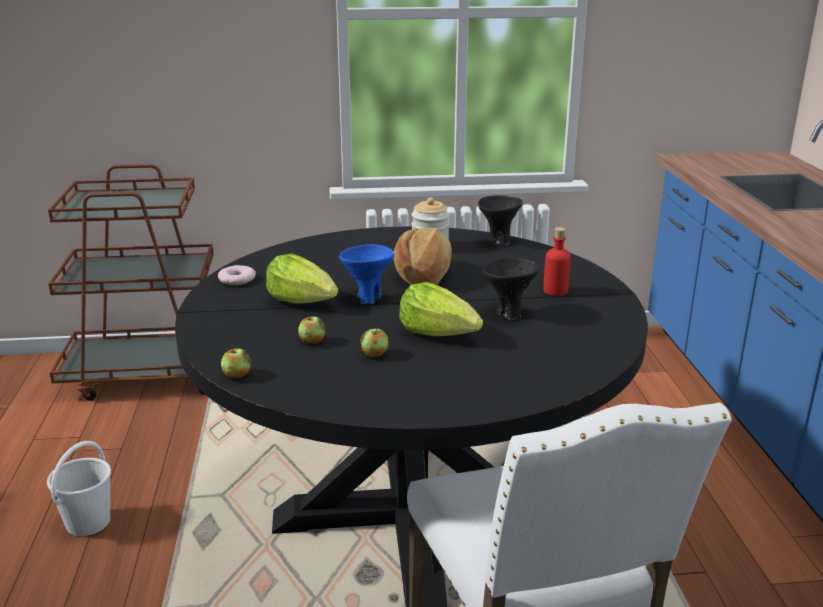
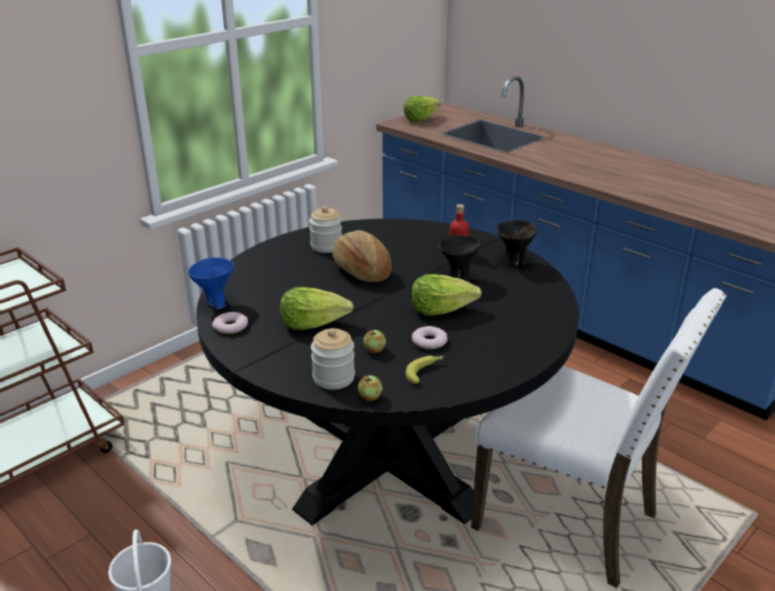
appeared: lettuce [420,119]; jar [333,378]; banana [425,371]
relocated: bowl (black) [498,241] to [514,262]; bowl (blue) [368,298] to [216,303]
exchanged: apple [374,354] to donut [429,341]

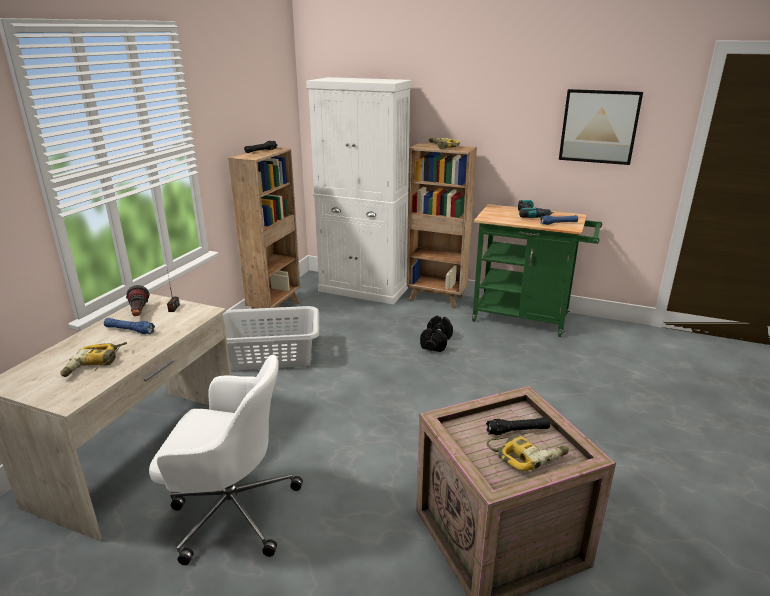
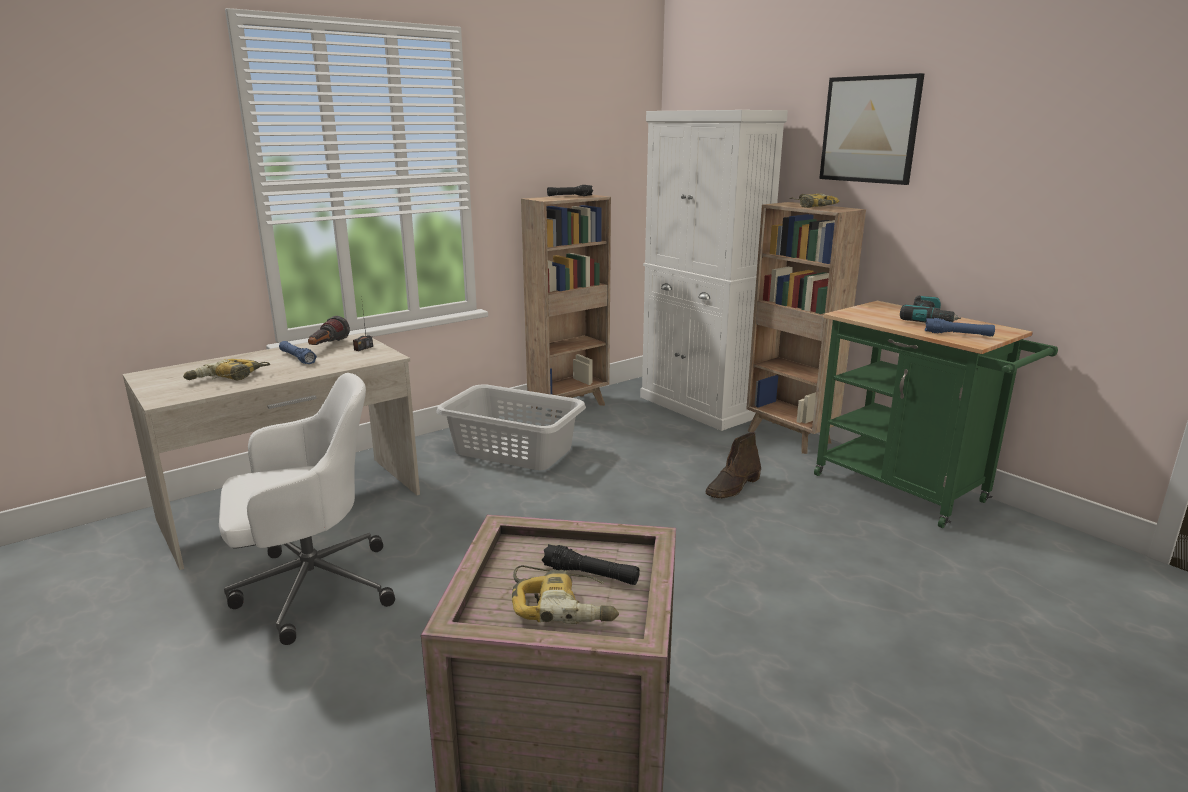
relocated: picture [599,126] to [869,129]
exchanged: dumbbell (black) [436,343] to boot (brown) [733,487]
spun: office chair (white) [231,510] = [310,588] 60 degrees counterclockwise

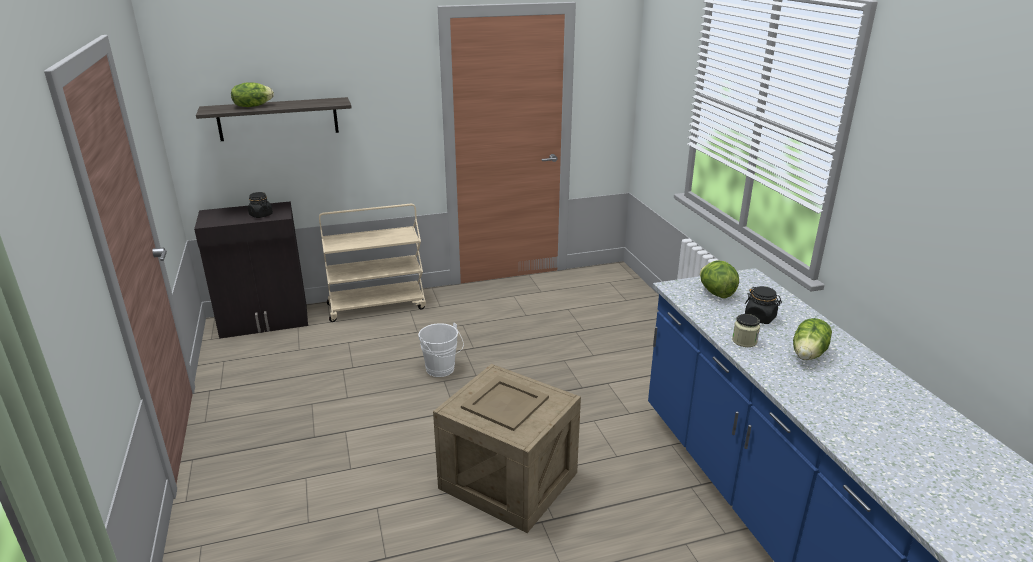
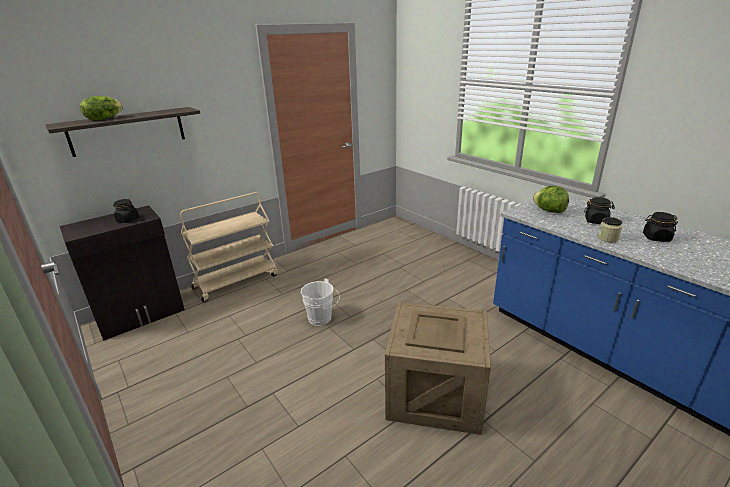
exchanged: lettuce [809,354] to jar (black) [656,238]

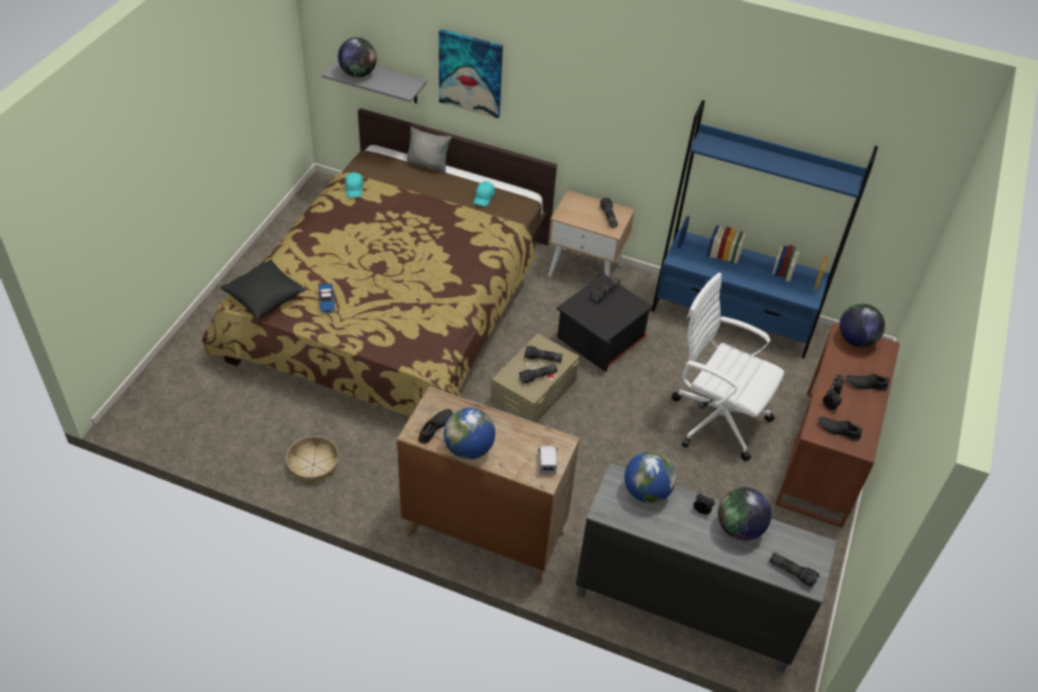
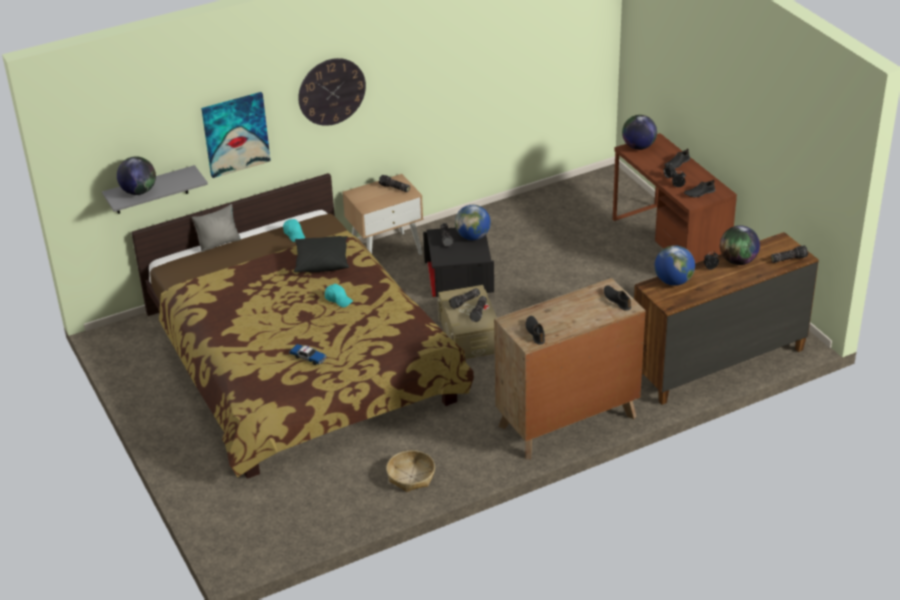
missing: bookcase (blue) [733,318]; office chair (white) [716,418]
appeared: wall clock [331,91]
relocated: cap (turquoise) [354,189] to [338,299]; pillow (black) [265,297] to [321,262]; globe [469,449] to [473,237]
exchanged: toy truck [547,462] to shoe (black) [617,300]
colour: dresser (grey) [685,606] to dresser (brown) [717,362]

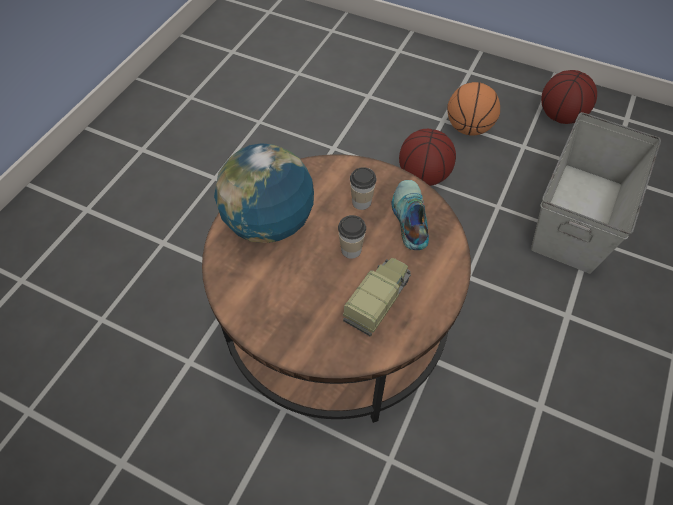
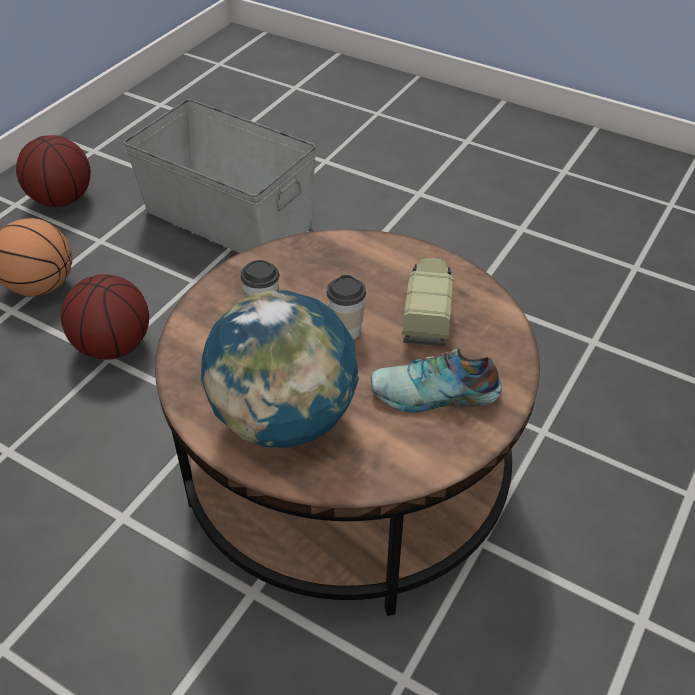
relocated: shoe [409,218] to [435,394]
spun: toy truck [378,300] = [427,312] 60 degrees clockwise

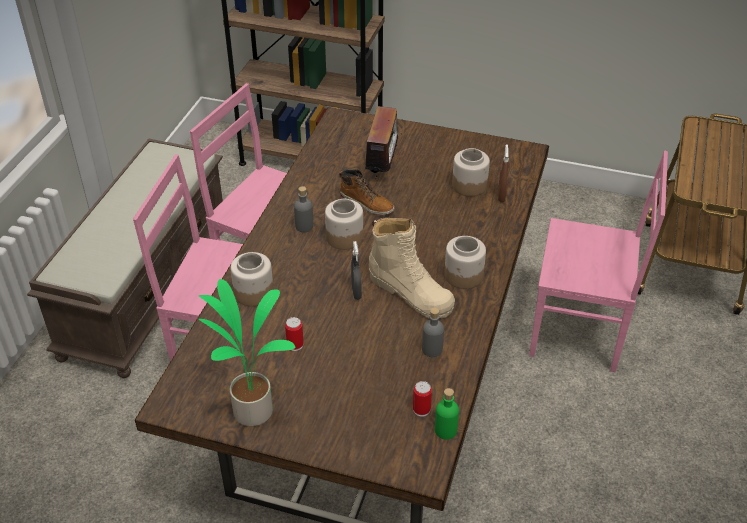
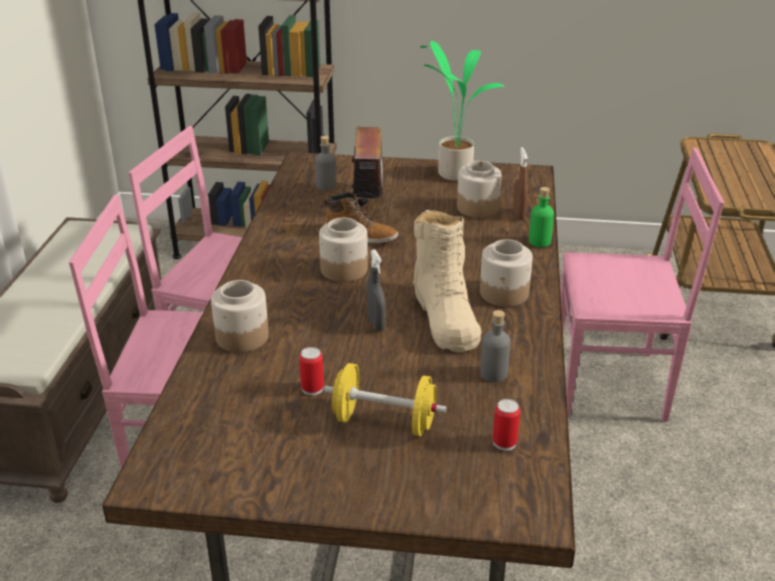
appeared: dumbbell (yellow) [384,421]
relocated: bottle (grey) [304,226] to [326,186]; potted plant [253,409] to [454,173]; bottle (green) [445,430] to [539,242]
spun: boot (beige) [410,292] = [445,317] 45 degrees clockwise

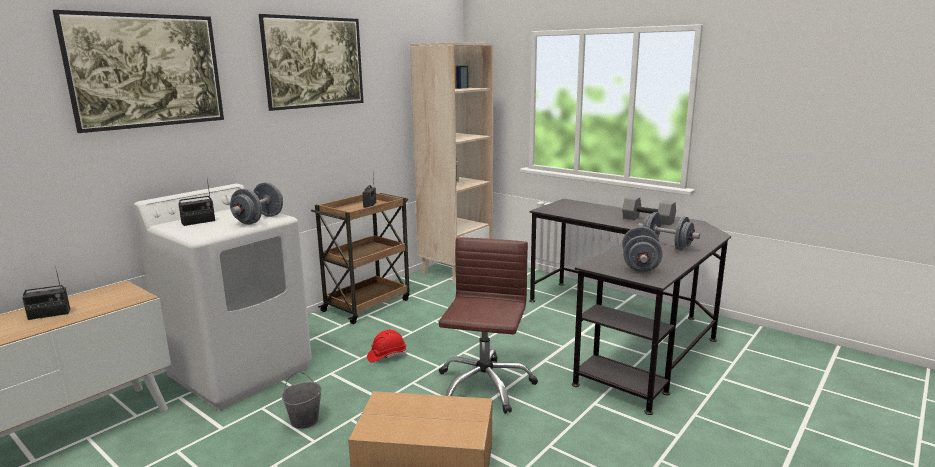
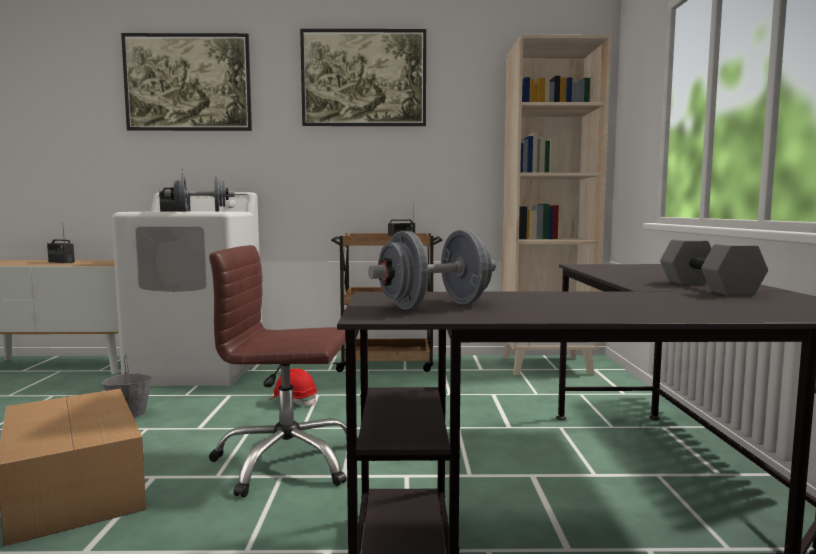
missing: dumbbell (grey) [666,246]
spun: office chair (brown) [484,385] = [286,462] 150 degrees counterclockwise

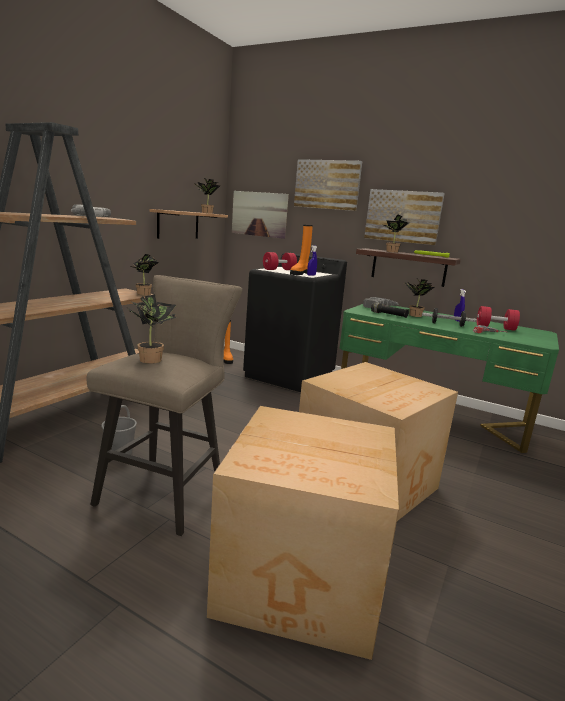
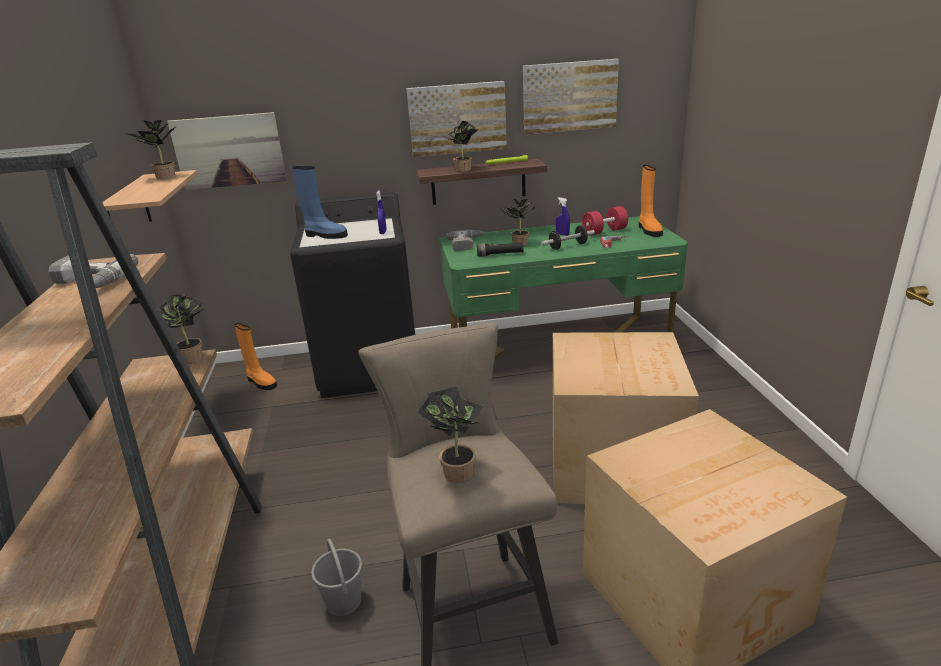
relocated: picture [327,184] to [569,96]; boot (orange) [300,273] to [648,230]
exchanged: dumbbell (red) [279,270] to boot (blue) [325,235]

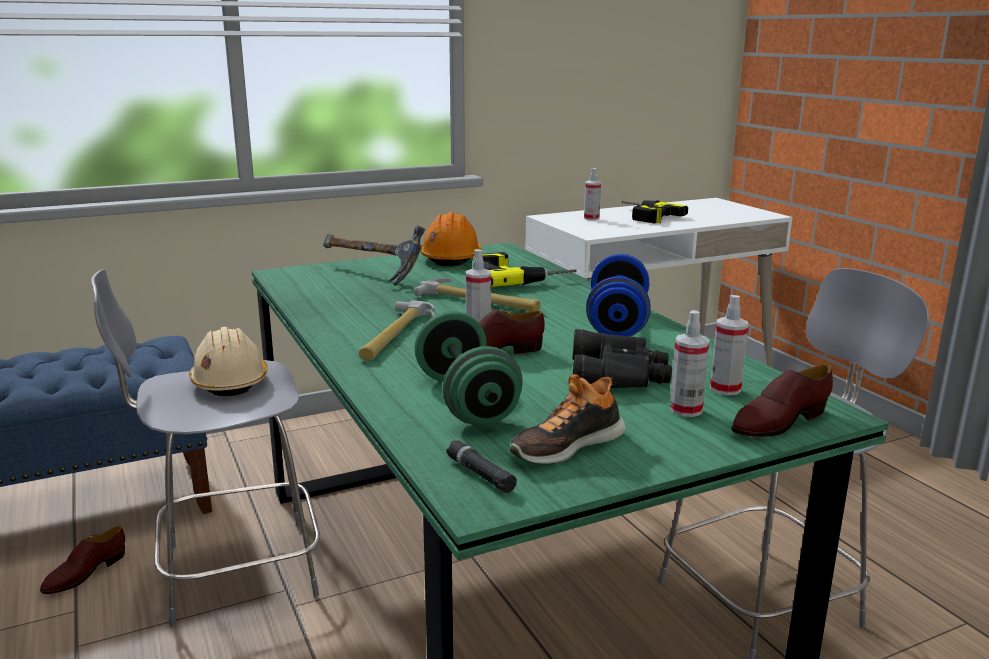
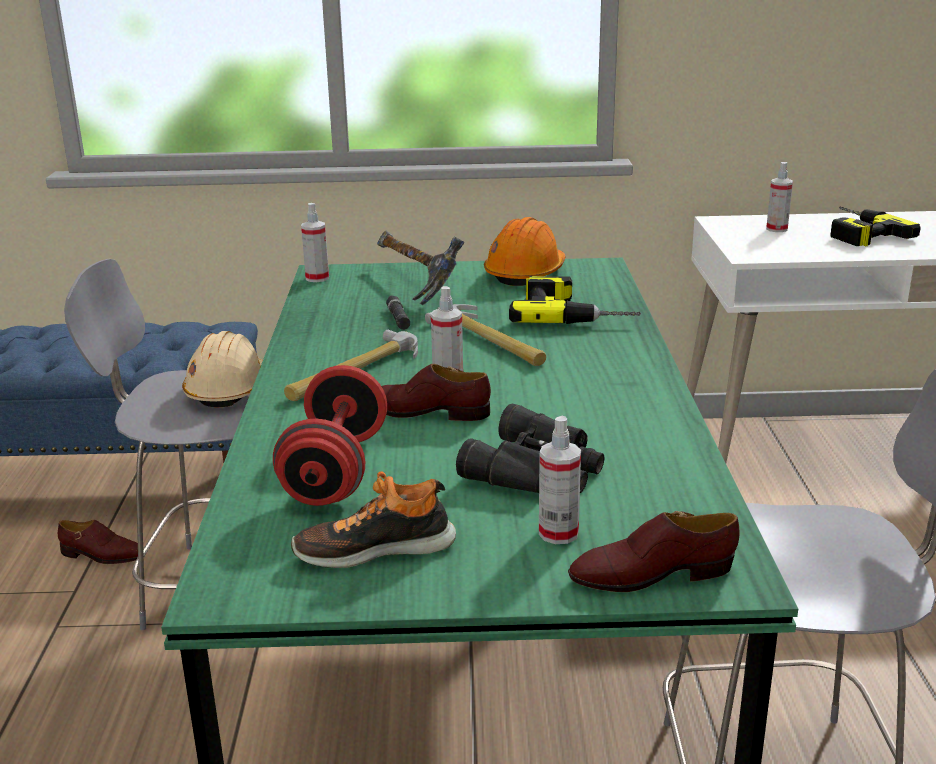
missing: dumbbell (blue) [617,323]
relocated: spray bottle [725,389] to [317,278]; flashlight (black) [480,474] to [398,318]
colour: dumbbell (green) [466,400] to dumbbell (red) [336,470]
spun: shoe (brown) [85,573] = [102,555] 135 degrees counterclockwise

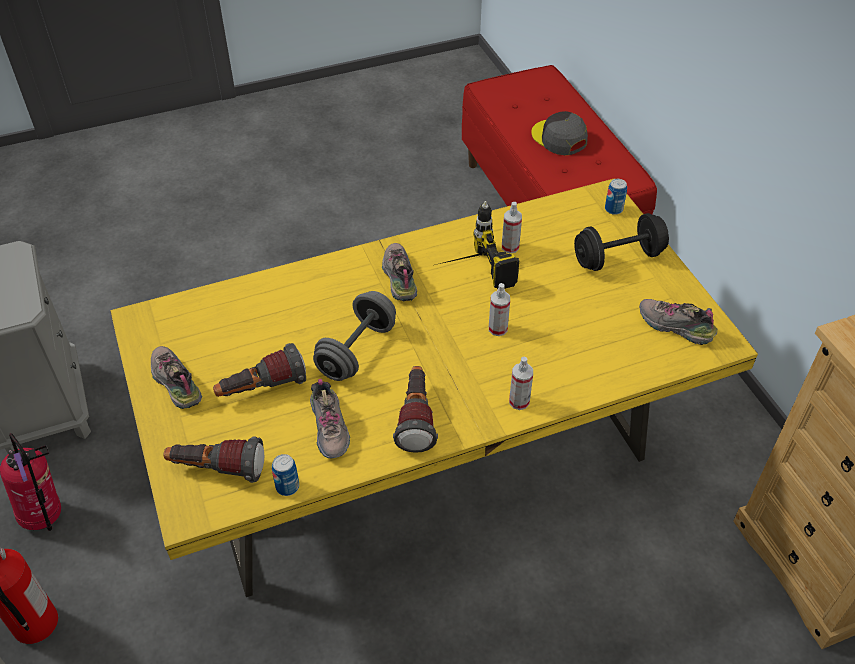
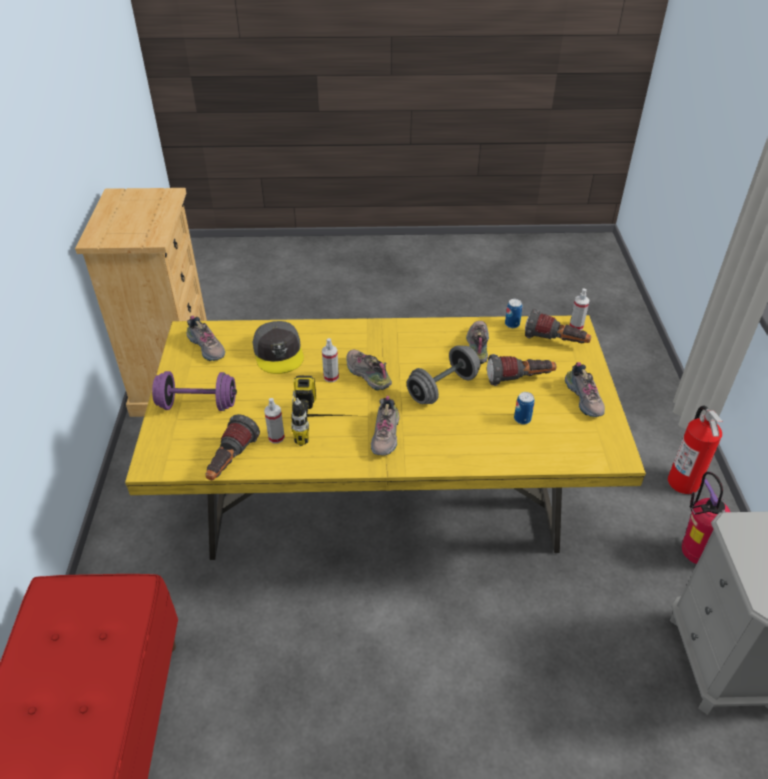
appeared: shoe [366,375]
relocated: cap (grey) [559,138] to [279,353]; can [613,209] to [522,419]; spray bottle [519,401] to [576,326]; flashlight [416,418] to [231,462]
colour: dumbbell (black) [618,258] to dumbbell (purple) [197,404]

